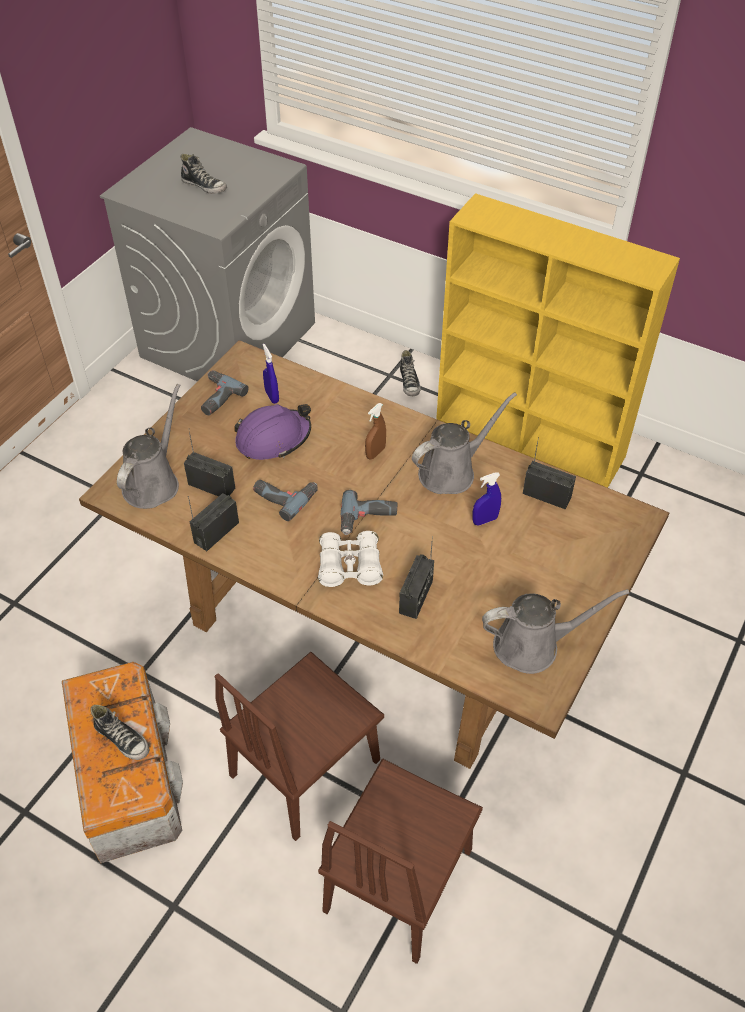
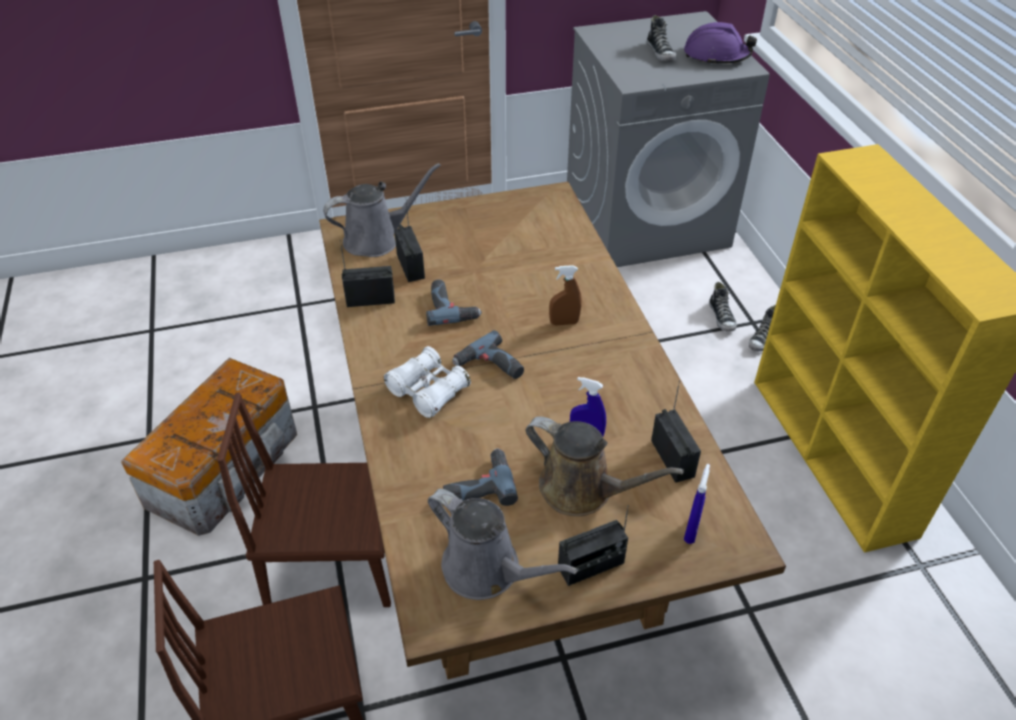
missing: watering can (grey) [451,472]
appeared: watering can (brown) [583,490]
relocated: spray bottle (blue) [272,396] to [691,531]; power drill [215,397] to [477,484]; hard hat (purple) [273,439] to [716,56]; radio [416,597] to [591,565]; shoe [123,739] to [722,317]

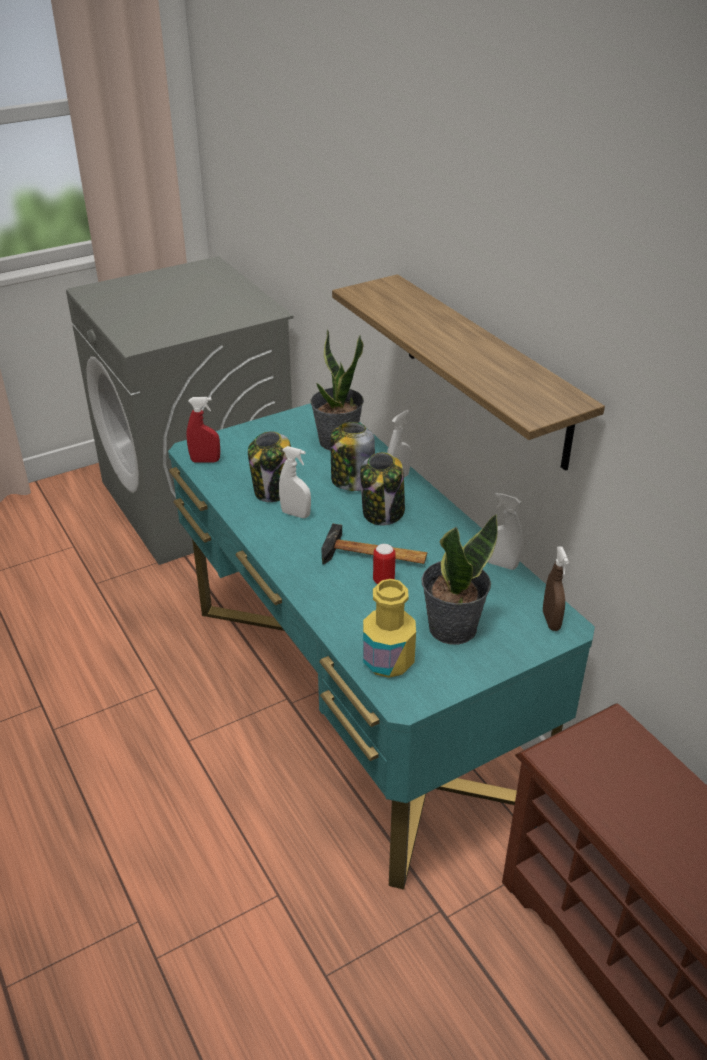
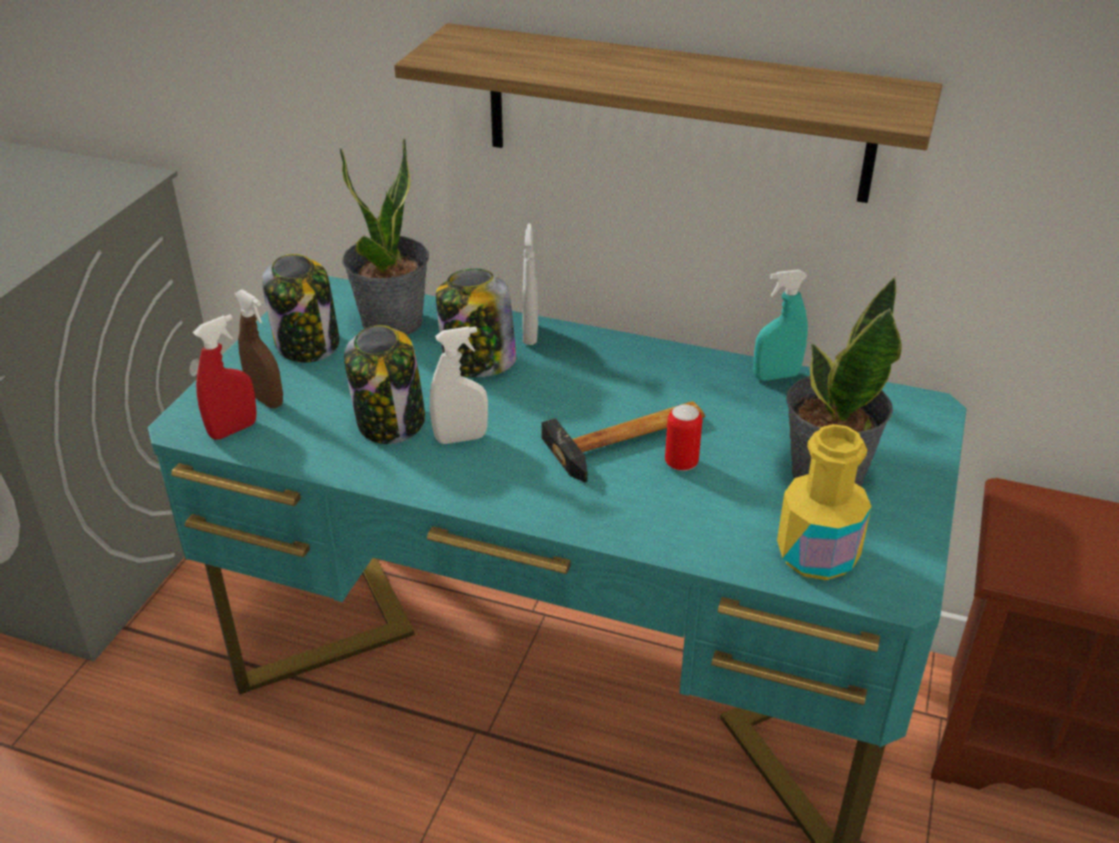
relocated: jar [383,512] to [308,345]; spray bottle (brown) [551,621] to [266,399]
colour: spray bottle (white) [501,564] to spray bottle (turquoise) [776,376]

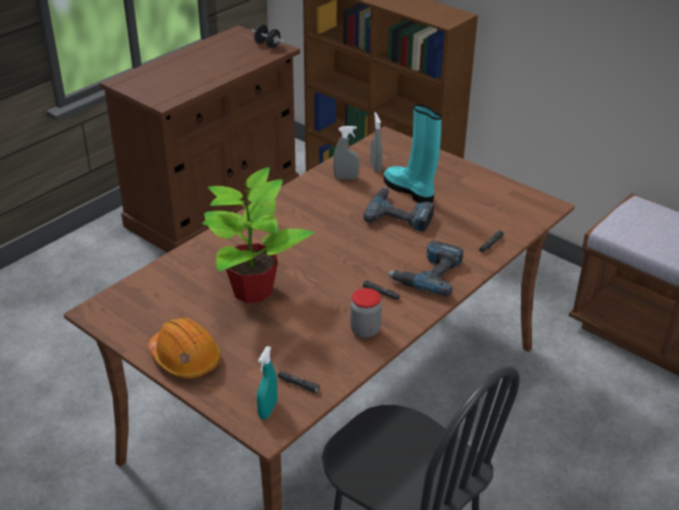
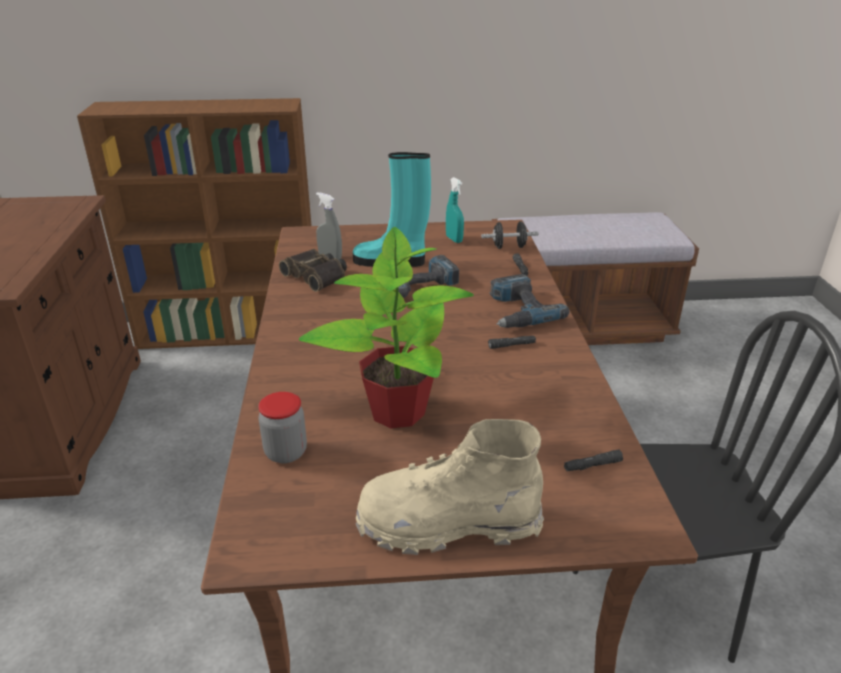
relocated: dumbbell (black) [267,45] to [509,247]; jar [365,330] to [286,452]; spray bottle (turquoise) [268,410] to [454,239]
exchanged: spray bottle (grey) [346,178] to binoculars [317,276]; hard hat (orange) [185,359] to boot (beige) [447,524]

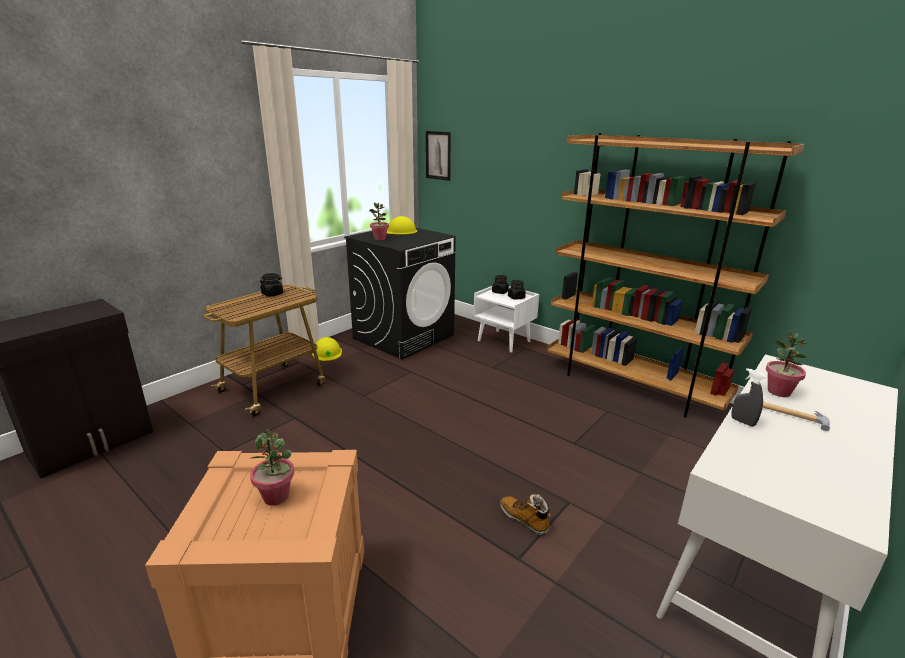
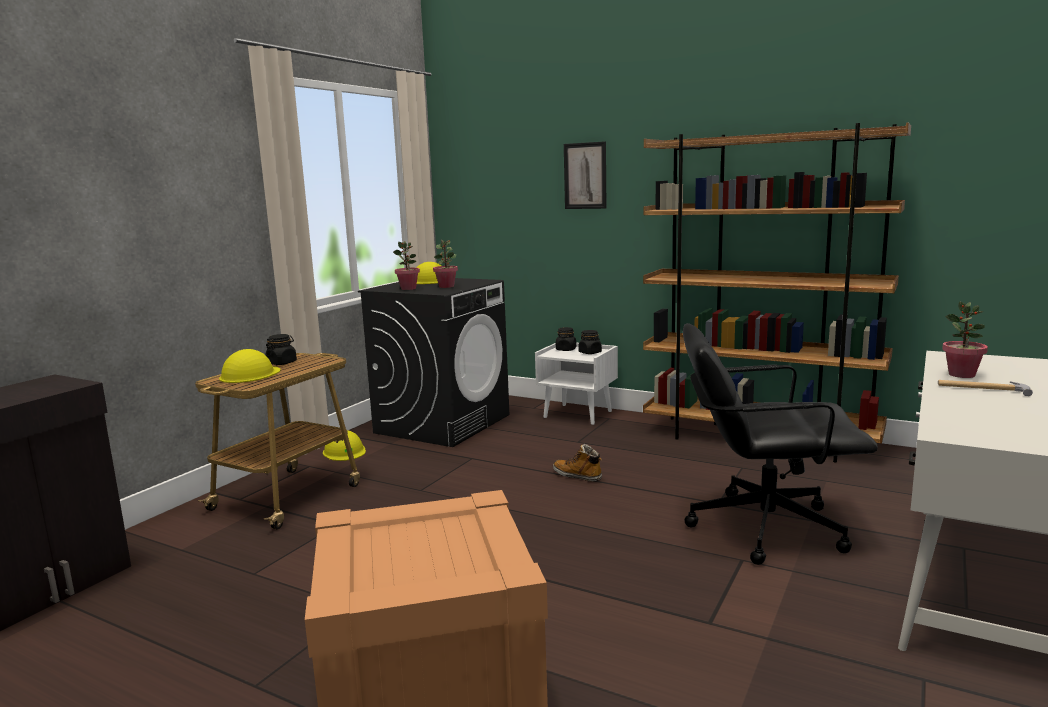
missing: spray bottle (grey) [742,422]
appeared: office chair (black) [763,527]; hard hat (yellow) [250,374]
relocated: picture [438,155] to [585,176]; potted plant [276,496] to [446,286]; boot [524,519] to [577,476]

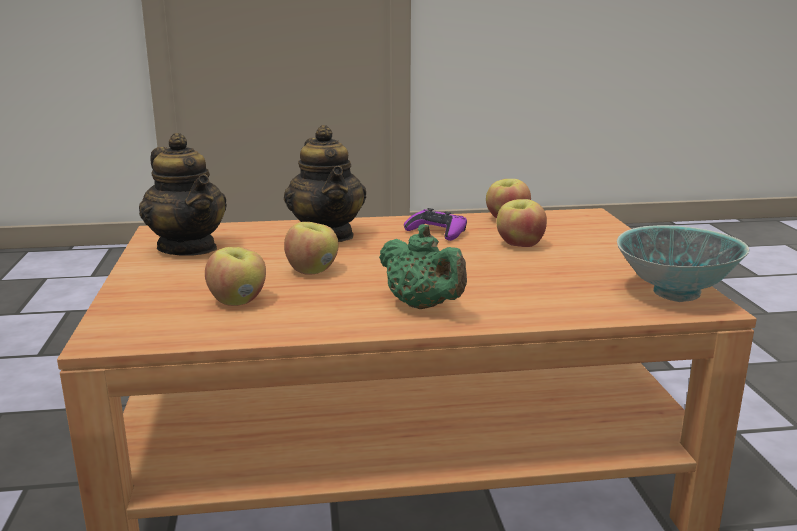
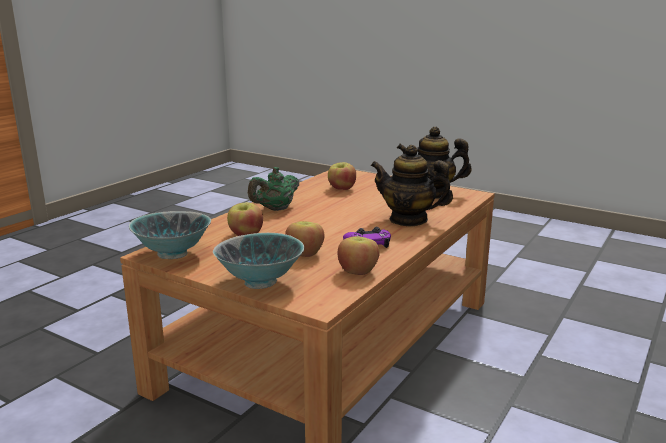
appeared: bowl [261,283]
relocated: apple [312,270] to [245,235]
spun: teapot (green) [422,306] = [275,209] 45 degrees counterclockwise

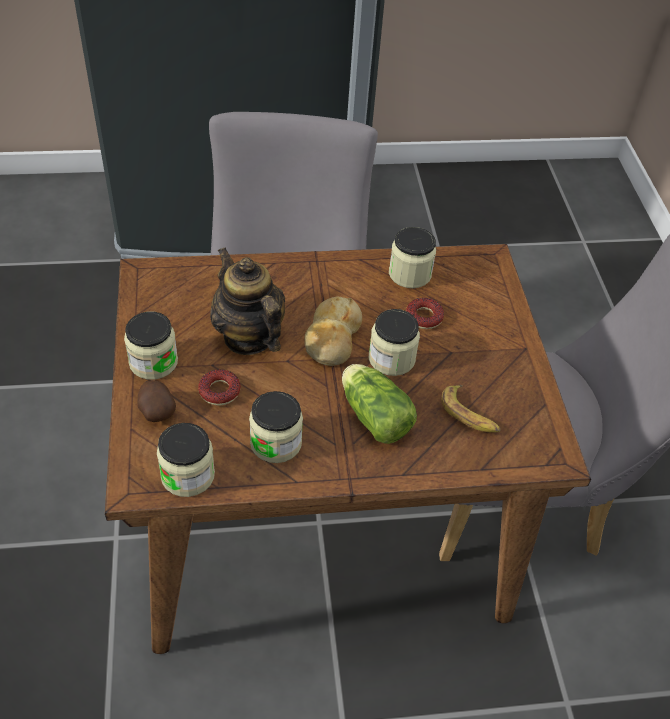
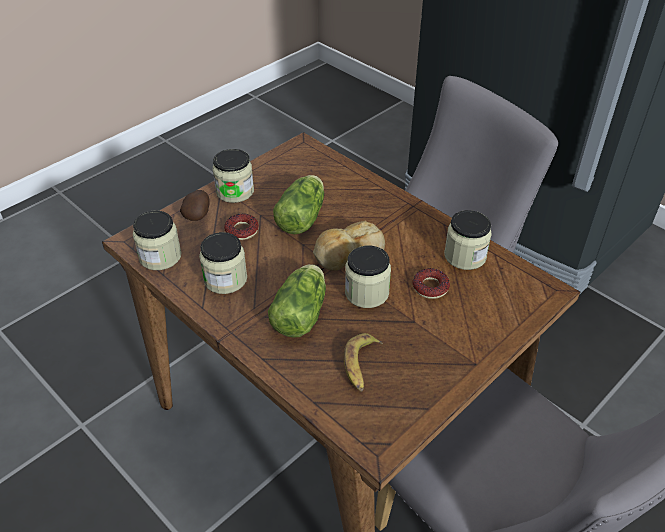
exchanged: teapot [248,336] to lettuce [303,216]

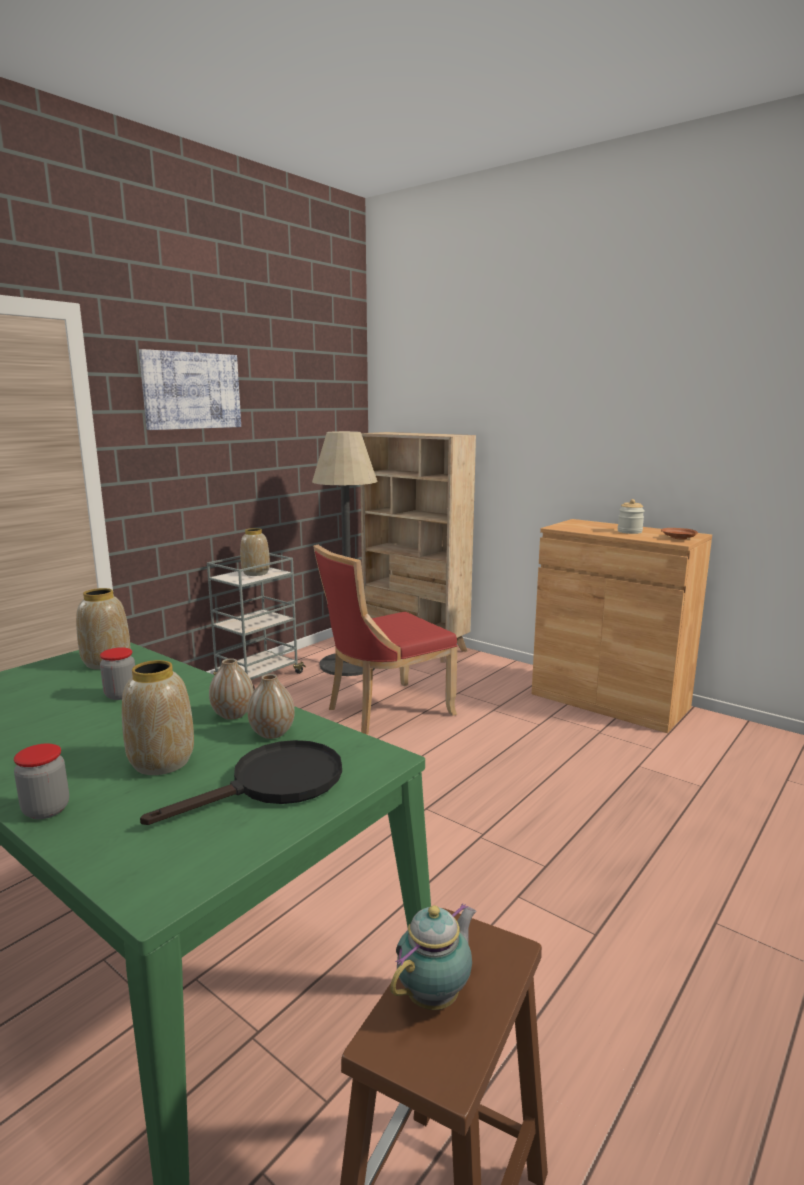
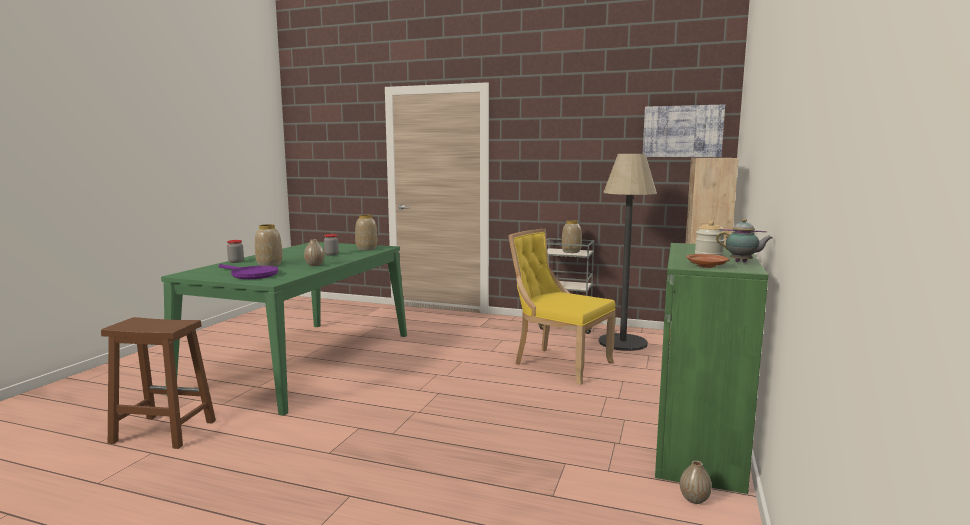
relocated: picture [192,390] to [682,131]; vase [272,733] to [694,499]; teapot [436,995] to [742,262]
colour: cabinet (brown) [609,701] to cabinet (green) [698,444]; chair (red) [384,711] to chair (yellow) [559,364]; frying pan (black) [273,784] to frying pan (purple) [250,274]

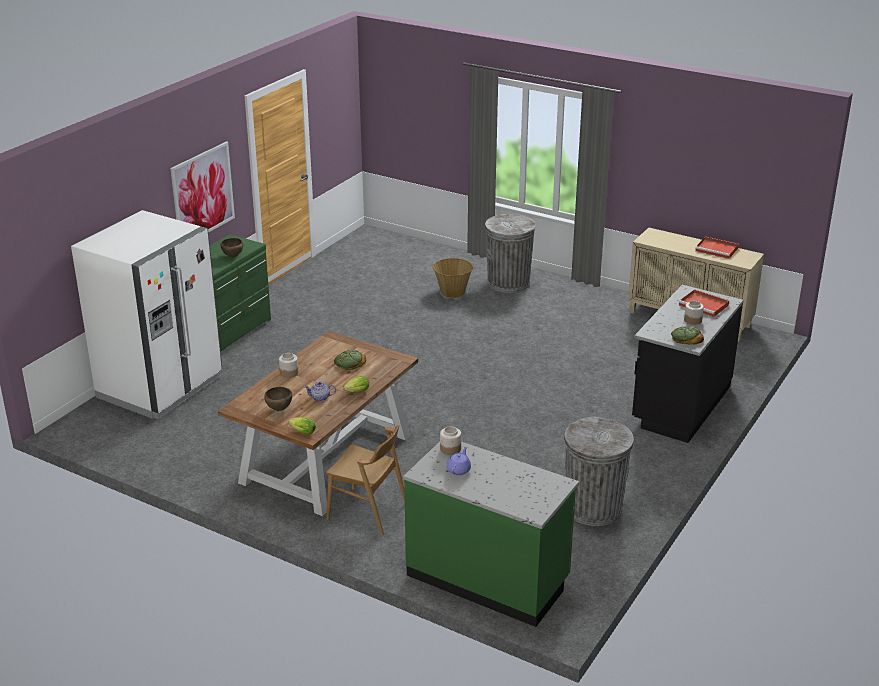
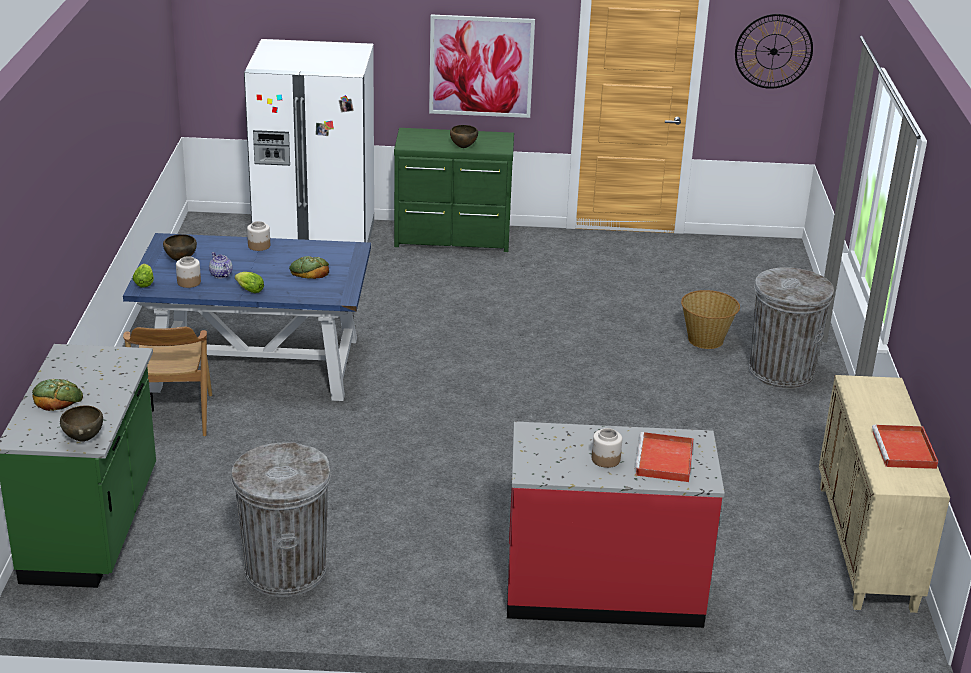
missing: teapot (purple) [459,469]
appeared: wall clock [773,51]; bowl (brown) [84,439]
relocated: bread [686,338] to [57,398]; jar [450,449] to [188,282]
colour: counter (black) [680,405] to counter (red) [603,589]; dining table (brown) [326,459] to dining table (blue) [255,364]

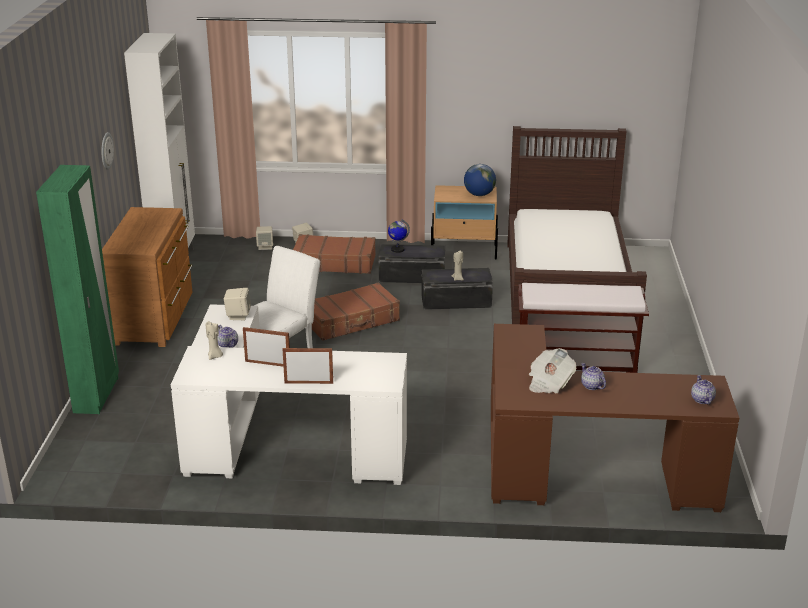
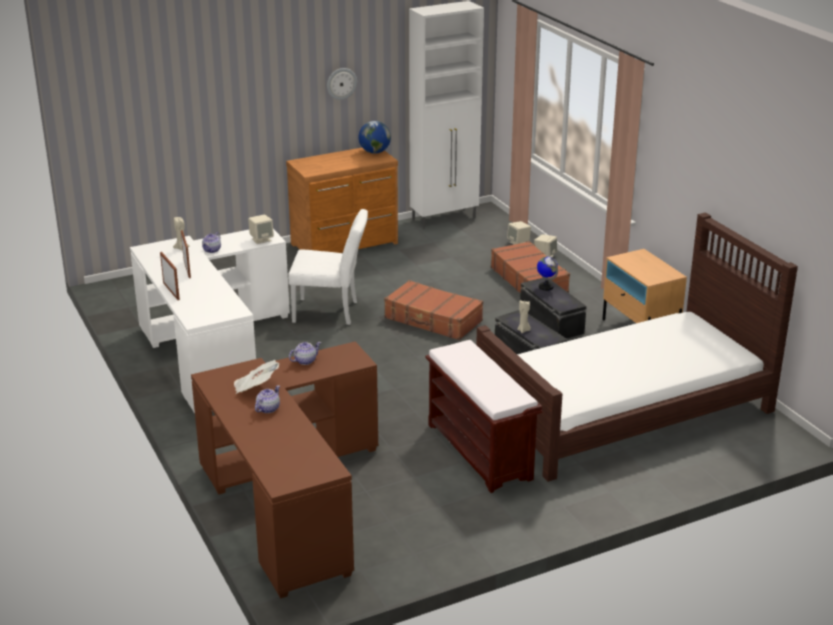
missing: wardrobe (green) [97,395]
relocated: globe [479,194] to [374,152]; teapot [701,399] to [305,361]

